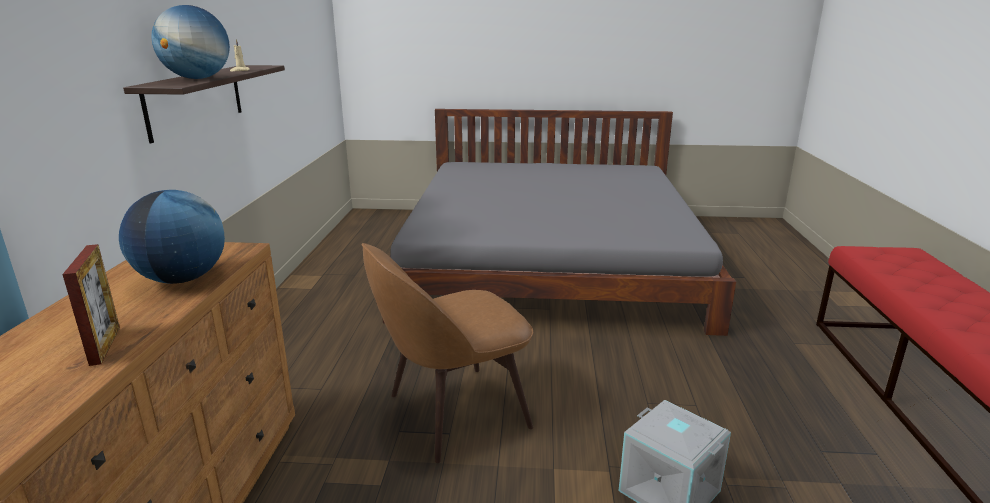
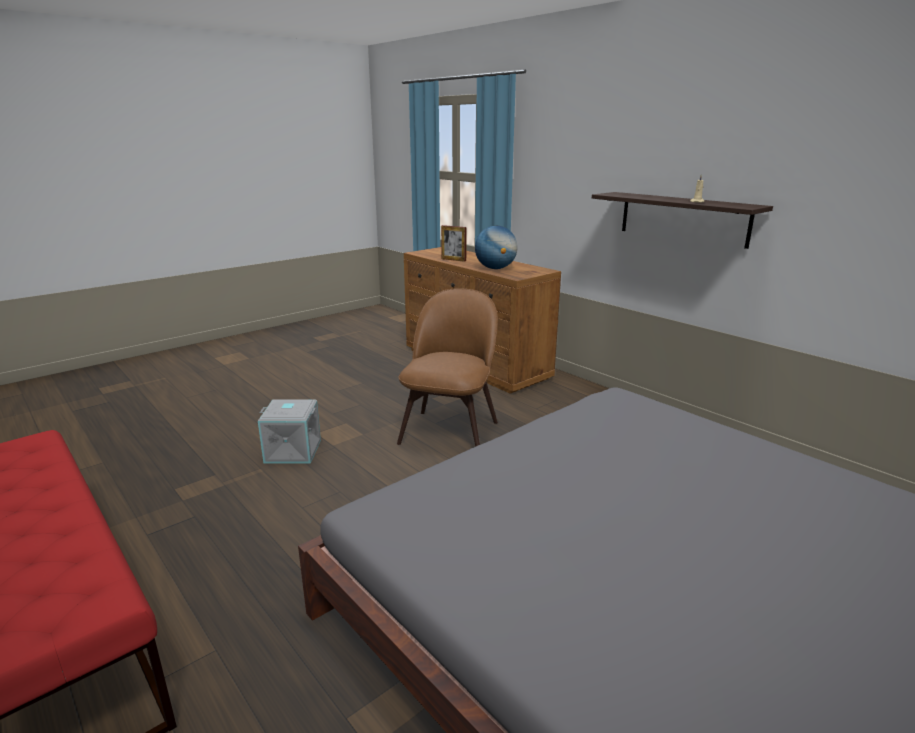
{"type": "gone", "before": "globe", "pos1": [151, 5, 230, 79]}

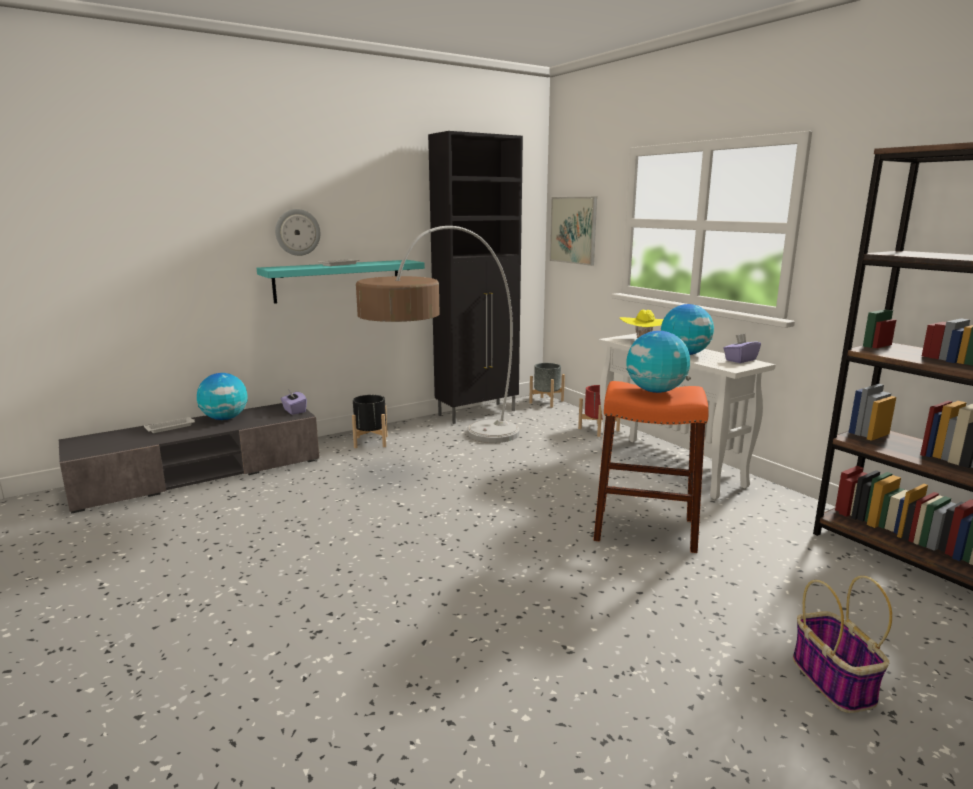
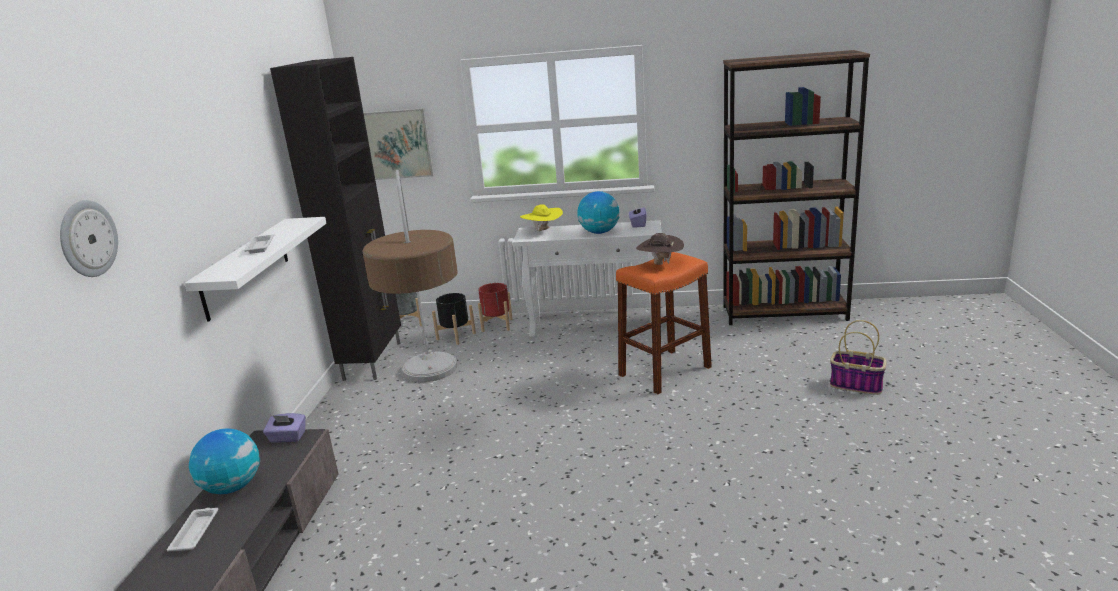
{"type": "shifted", "before": "wall clock", "pos1": [275, 209, 320, 256], "pos2": [60, 200, 118, 277]}
{"type": "shifted", "before": "black planter", "pos1": [352, 395, 388, 448], "pos2": [432, 293, 476, 345]}
{"type": "swapped", "before": "globe", "after": "brown hat", "pos1": [626, 331, 690, 393], "pos2": [636, 233, 684, 265]}
{"type": "repainted", "before": "turquoise shelf", "after": "white shelf", "pos1": [257, 260, 425, 304], "pos2": [184, 217, 327, 322]}

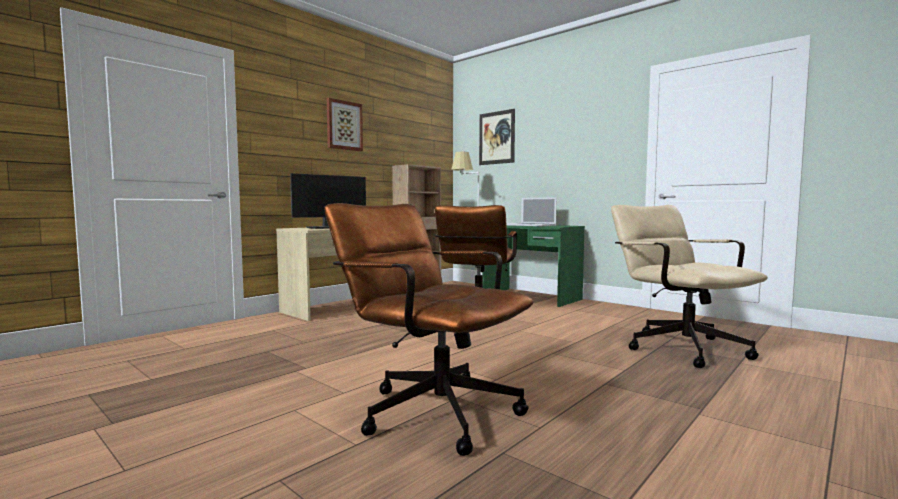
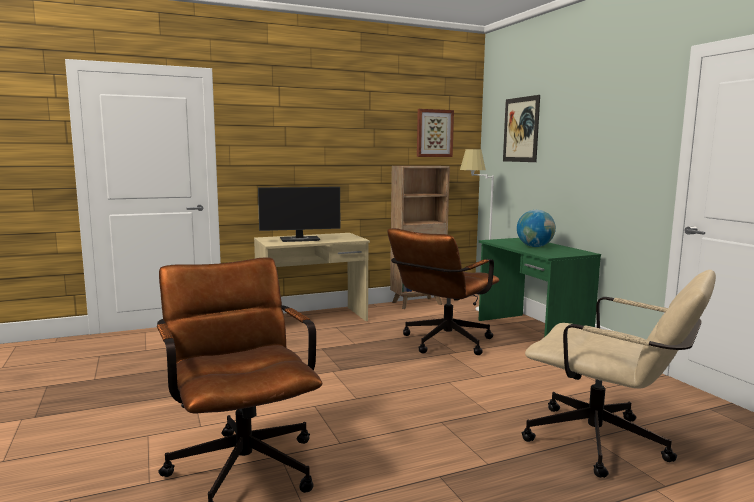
{"type": "shifted", "before": "picture", "pos1": [327, 98, 363, 151], "pos2": [417, 109, 454, 157]}
{"type": "swapped", "before": "laptop", "after": "globe", "pos1": [506, 197, 557, 226], "pos2": [517, 210, 556, 247]}
{"type": "rotated", "before": "beige office chair", "pos1": [611, 205, 768, 368], "pos2": [521, 270, 716, 478], "turn": 120}

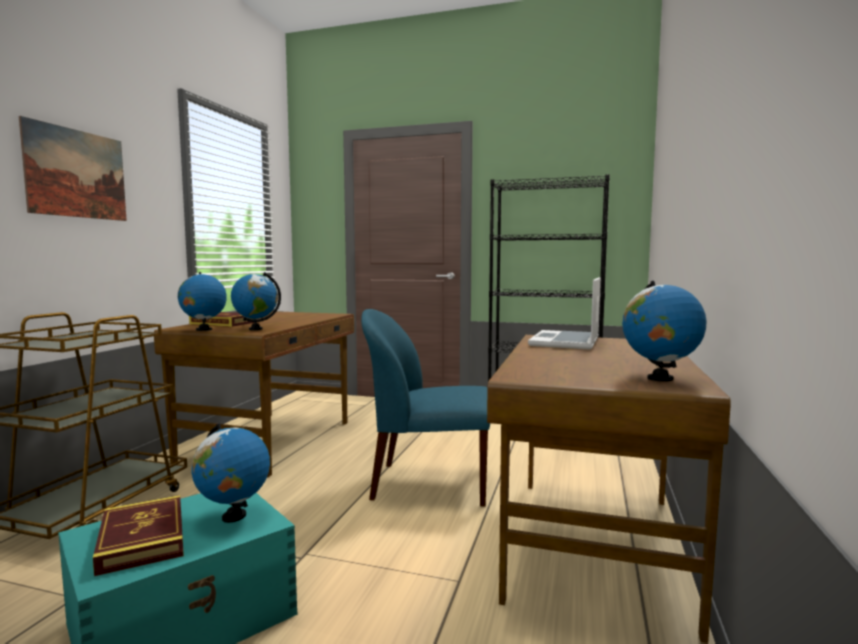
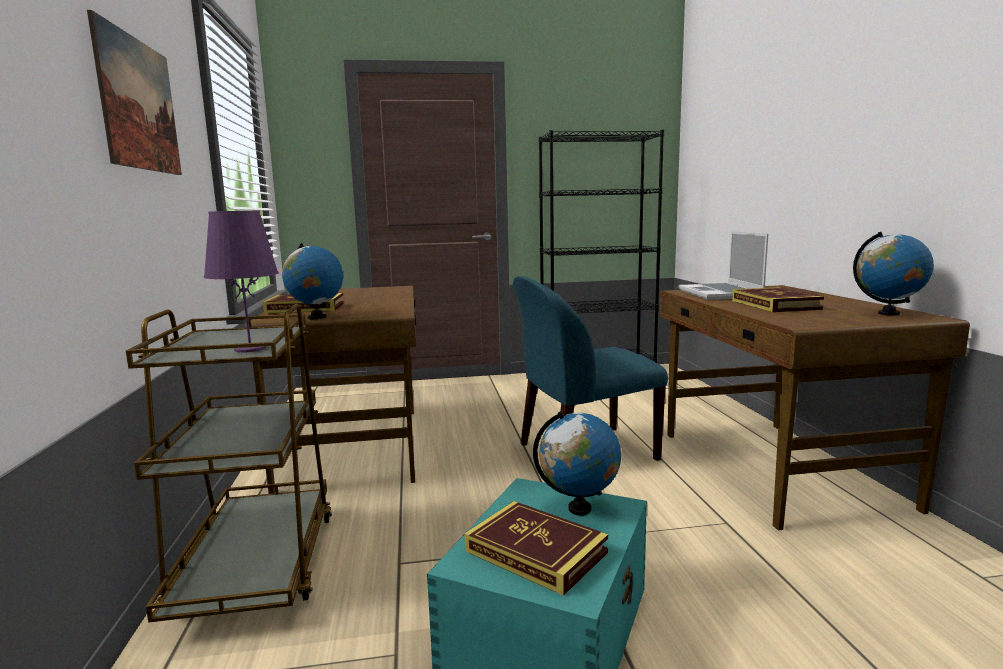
{"type": "gone", "before": "globe", "pos1": [231, 272, 281, 330]}
{"type": "new", "after": "purple table lamp", "pos2": [203, 211, 279, 353]}
{"type": "new", "after": "book", "pos2": [732, 287, 824, 312]}

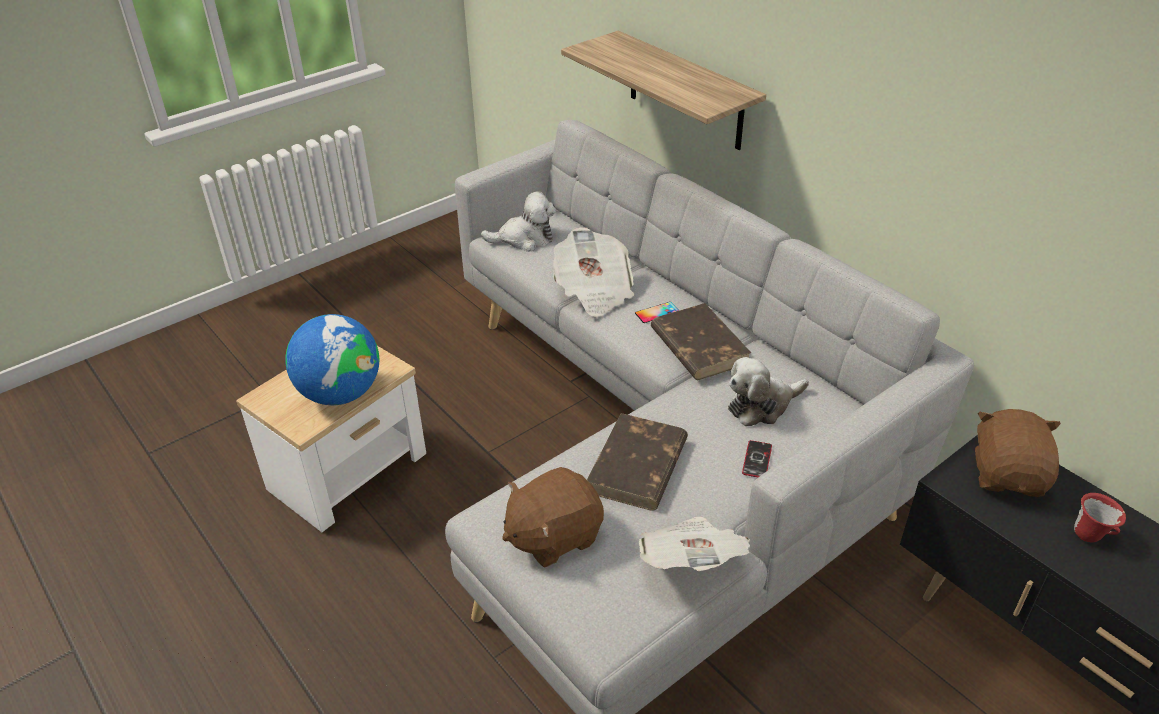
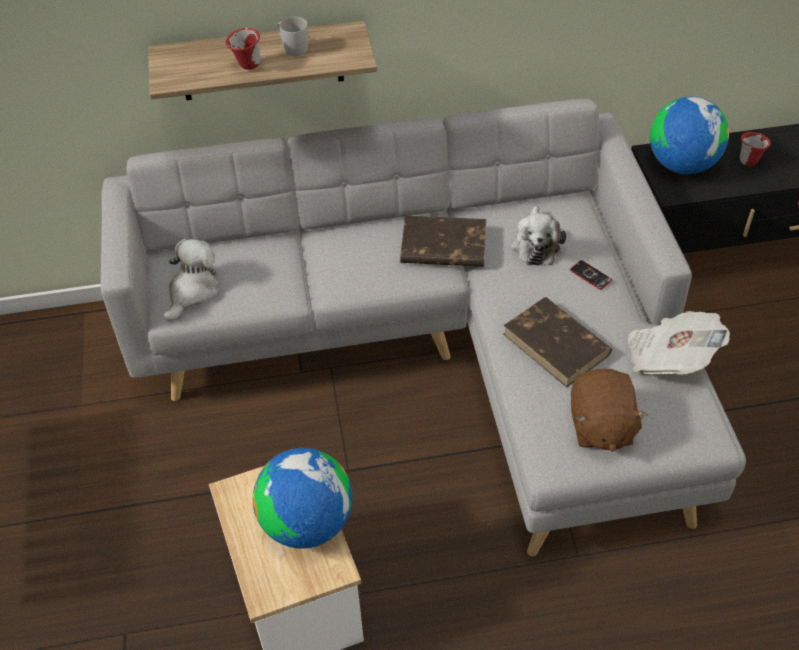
{"type": "gone", "before": "newspaper", "pos1": [553, 227, 634, 317]}
{"type": "gone", "before": "phone", "pos1": [635, 302, 679, 323]}
{"type": "new", "after": "red mug", "pos2": [226, 28, 261, 70]}
{"type": "new", "after": "white mug", "pos2": [277, 17, 308, 56]}
{"type": "swapped", "before": "brown plush toy", "after": "globe", "pos1": [975, 409, 1061, 497], "pos2": [650, 96, 729, 174]}

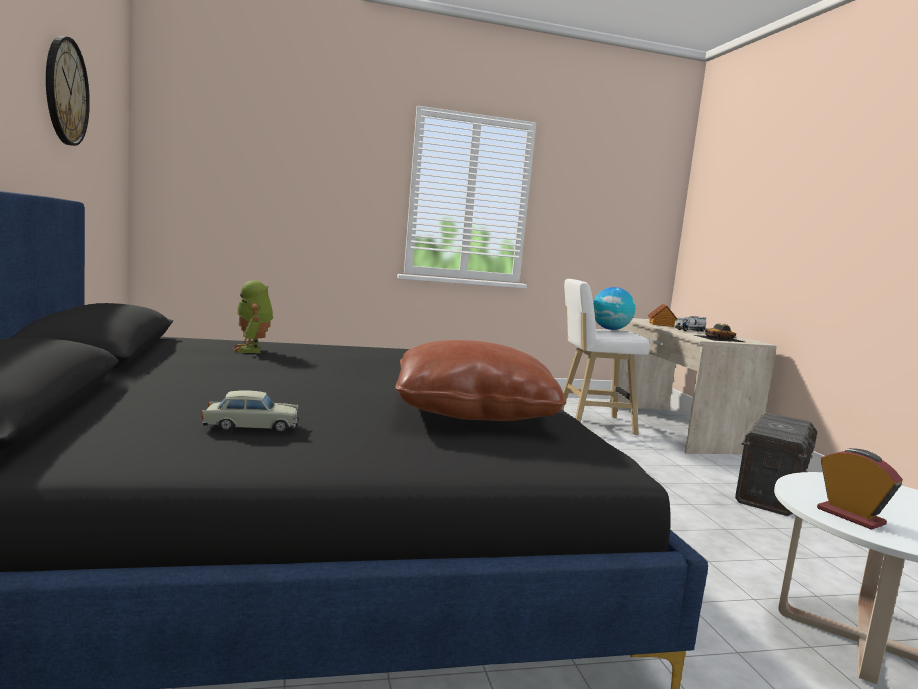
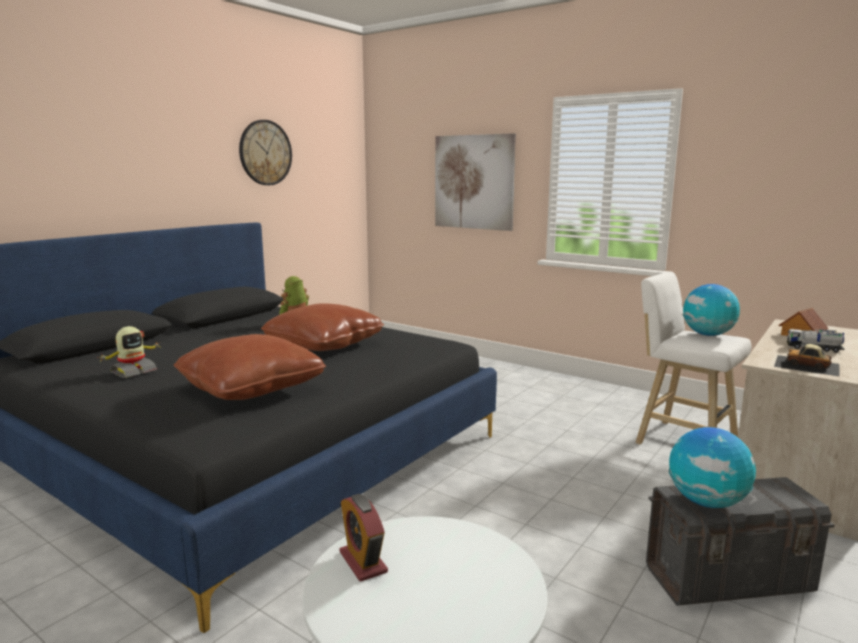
{"type": "new", "after": "brown pillow", "pos2": [261, 303, 384, 351]}
{"type": "new", "after": "picture", "pos2": [435, 133, 516, 231]}
{"type": "new", "after": "globe", "pos2": [669, 427, 756, 508]}
{"type": "swapped", "before": "beige toy car", "after": "toy robot", "pos1": [201, 390, 299, 433], "pos2": [97, 326, 161, 378]}
{"type": "rotated", "before": "alarm clock", "pos1": [817, 448, 903, 530], "pos2": [339, 494, 388, 582], "turn": 135}

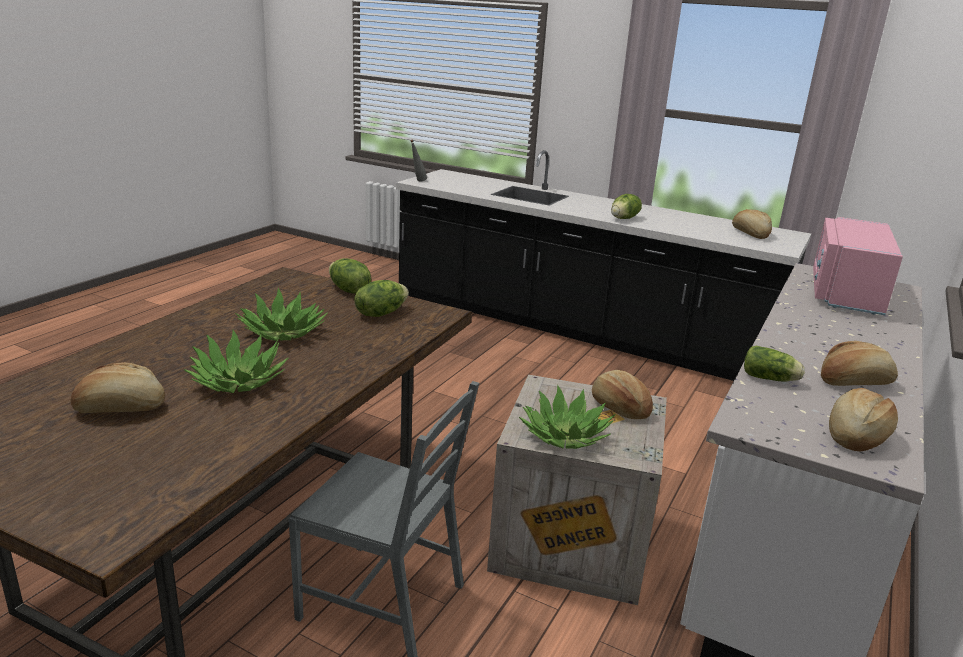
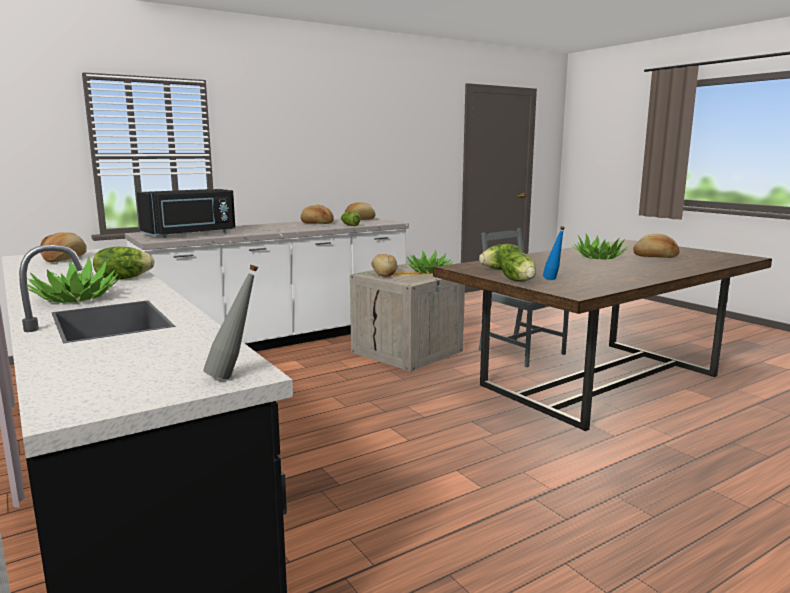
{"type": "new", "after": "blue bottle", "pos2": [543, 226, 565, 280]}
{"type": "shifted", "before": "potted plant", "pos1": [235, 288, 328, 341], "pos2": [27, 257, 121, 303]}
{"type": "repainted", "before": "pink microwave", "after": "black microwave", "pos1": [813, 217, 903, 315], "pos2": [137, 189, 235, 238]}

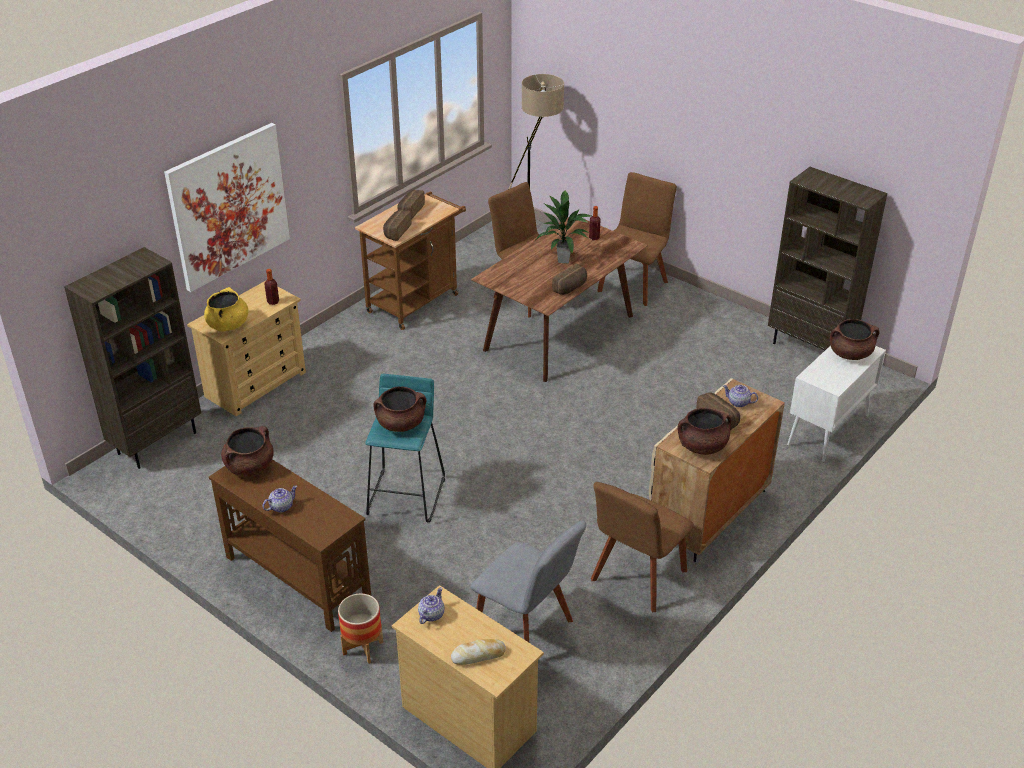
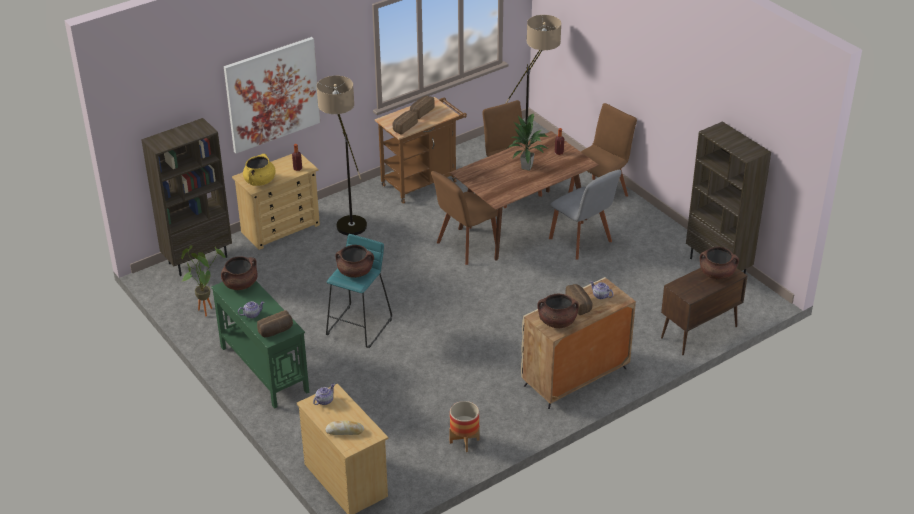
{"type": "new", "after": "potted plant", "pos2": [181, 245, 226, 316]}
{"type": "new", "after": "floor lamp", "pos2": [316, 76, 367, 235]}
{"type": "shifted", "before": "planter", "pos1": [338, 594, 383, 664], "pos2": [449, 401, 480, 452]}
{"type": "shifted", "before": "grey chair", "pos1": [471, 520, 586, 642], "pos2": [549, 170, 621, 260]}
{"type": "shifted", "before": "bread", "pos1": [552, 263, 587, 295], "pos2": [257, 310, 293, 337]}
{"type": "shifted", "before": "brown chair", "pos1": [591, 482, 694, 612], "pos2": [431, 171, 497, 265]}
{"type": "repainted", "before": "brown console table", "after": "green console table", "pos1": [209, 459, 371, 632], "pos2": [211, 281, 309, 408]}
{"type": "repainted", "before": "white cabinet", "after": "brown cabinet", "pos1": [787, 345, 886, 462], "pos2": [661, 268, 747, 355]}

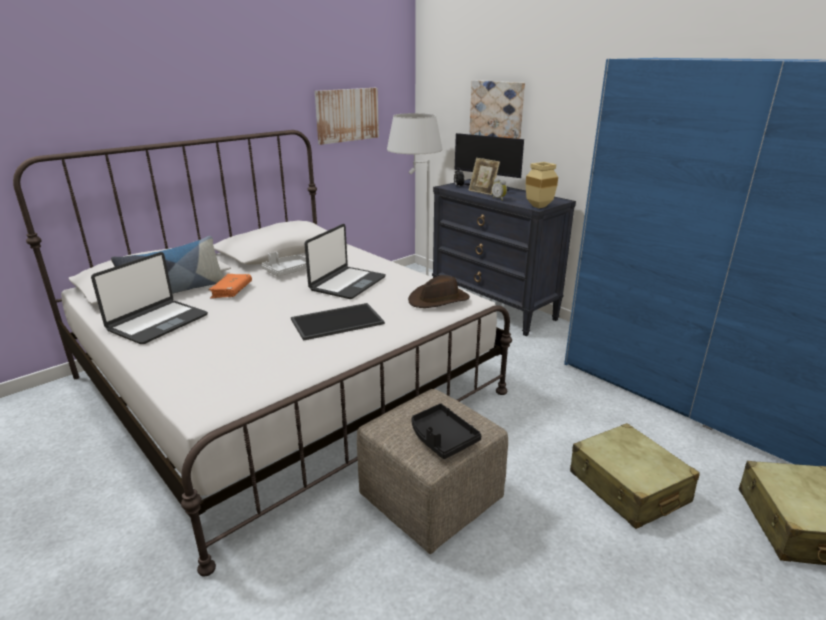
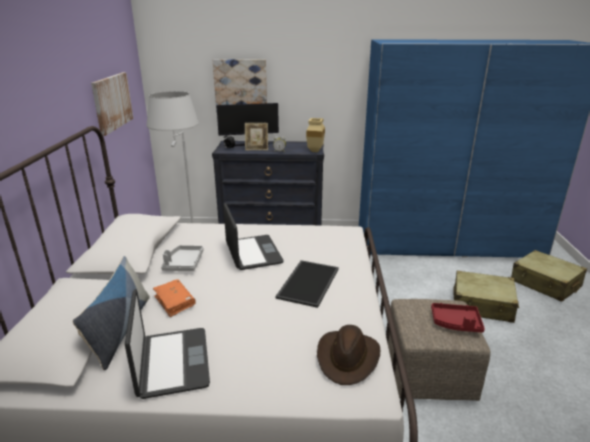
{"type": "shifted", "before": "brown hat", "pos1": [408, 275, 470, 308], "pos2": [317, 325, 380, 385]}
{"type": "repainted", "before": "black tray", "after": "red tray", "pos1": [411, 404, 482, 459], "pos2": [431, 303, 485, 333]}

